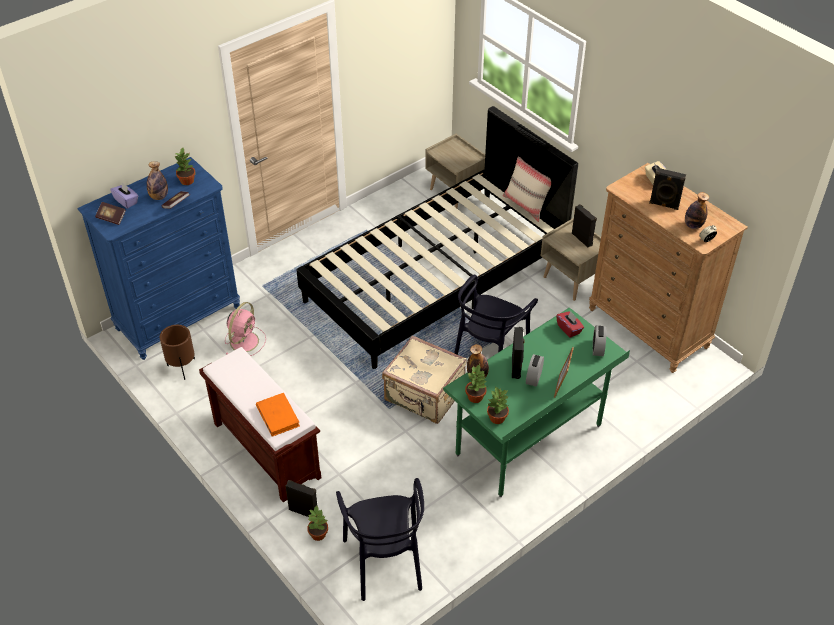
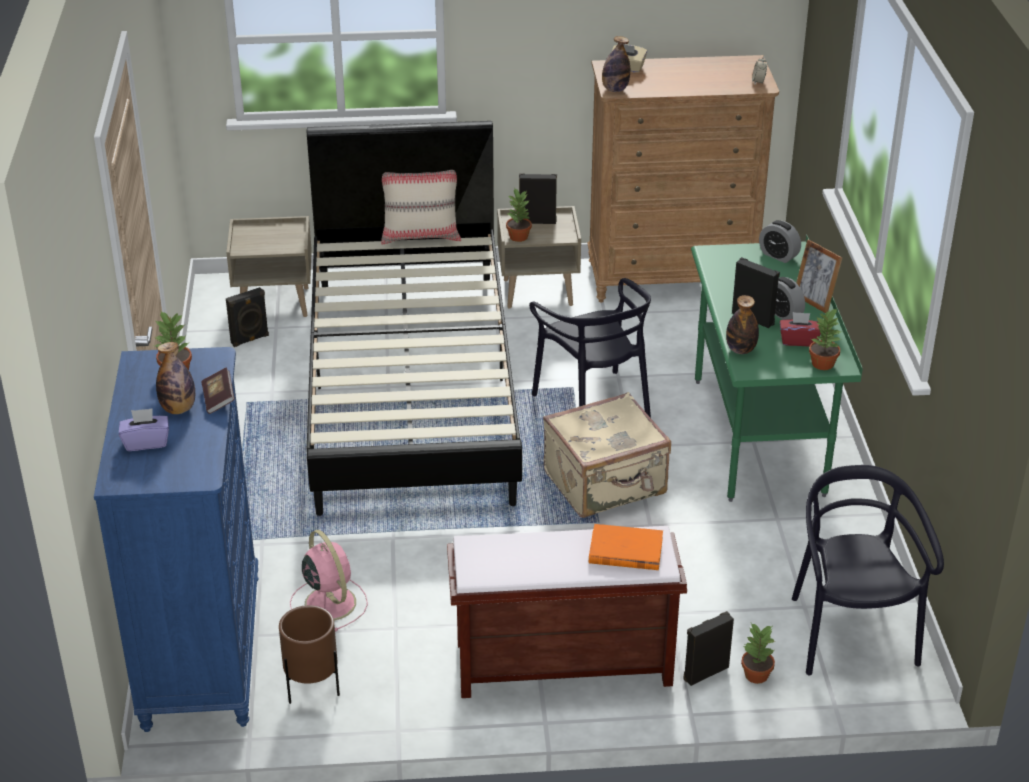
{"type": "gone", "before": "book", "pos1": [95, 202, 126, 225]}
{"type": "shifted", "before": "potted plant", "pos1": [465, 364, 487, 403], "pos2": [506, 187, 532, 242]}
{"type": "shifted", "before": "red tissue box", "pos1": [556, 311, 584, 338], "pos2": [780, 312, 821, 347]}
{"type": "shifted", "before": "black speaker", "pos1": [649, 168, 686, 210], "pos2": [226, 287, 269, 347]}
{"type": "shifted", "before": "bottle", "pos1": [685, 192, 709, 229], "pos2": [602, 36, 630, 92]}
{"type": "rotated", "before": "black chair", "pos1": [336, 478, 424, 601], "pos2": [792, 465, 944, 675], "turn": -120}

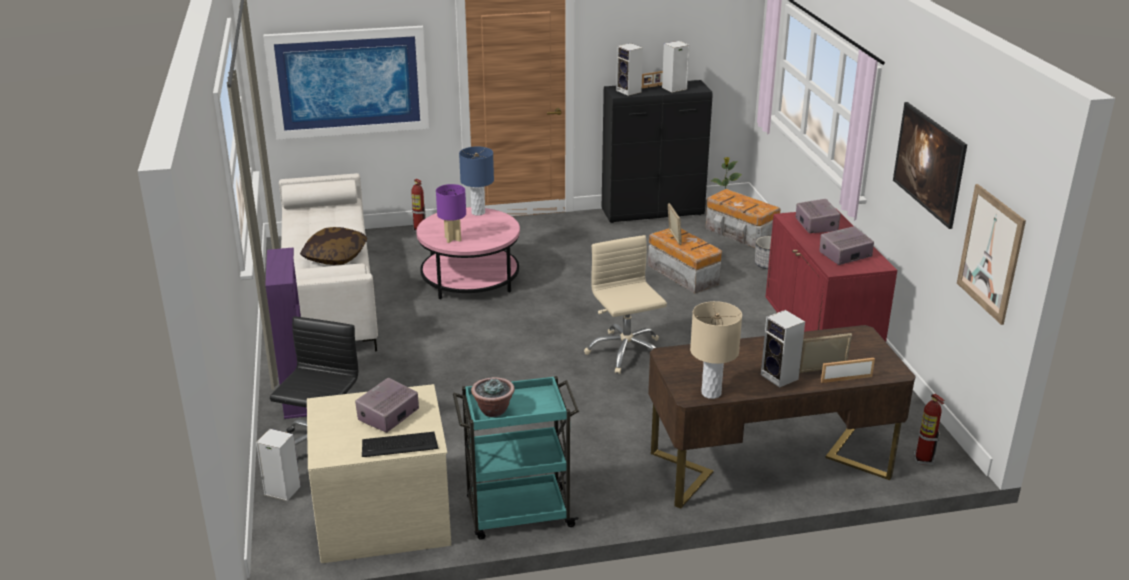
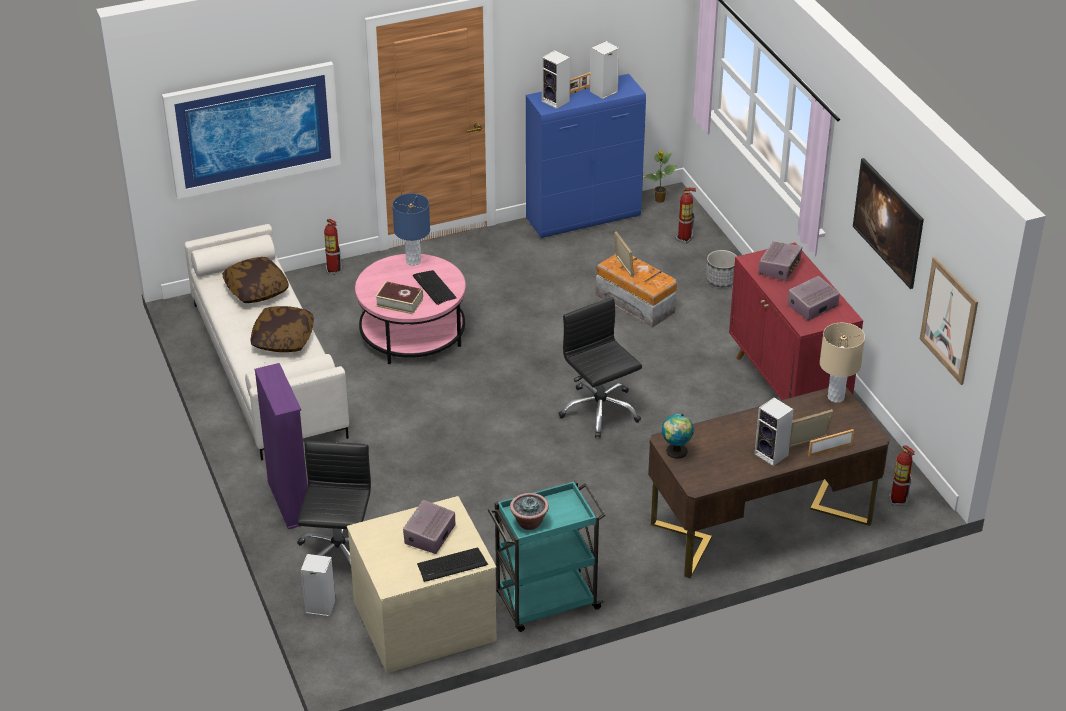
{"type": "new", "after": "pillow", "pos2": [223, 257, 289, 303]}
{"type": "new", "after": "keyboard", "pos2": [413, 270, 457, 305]}
{"type": "new", "after": "globe", "pos2": [662, 414, 694, 459]}
{"type": "shifted", "before": "beige table lamp", "pos1": [690, 301, 742, 399], "pos2": [820, 323, 865, 403]}
{"type": "swapped", "before": "purple table lamp", "after": "book", "pos1": [436, 184, 466, 243], "pos2": [375, 281, 423, 314]}
{"type": "swapped", "before": "storage box", "after": "fire extinguisher", "pos1": [706, 189, 781, 248], "pos2": [675, 188, 696, 244]}
{"type": "repainted", "before": "beige office chair", "after": "black office chair", "pos1": [584, 235, 667, 374], "pos2": [558, 297, 642, 438]}
{"type": "repainted", "before": "black cabinet", "after": "blue cabinet", "pos1": [602, 80, 712, 223], "pos2": [526, 74, 646, 238]}
{"type": "rotated", "before": "radio", "pos1": [795, 199, 841, 233], "pos2": [758, 241, 802, 281], "turn": 45}

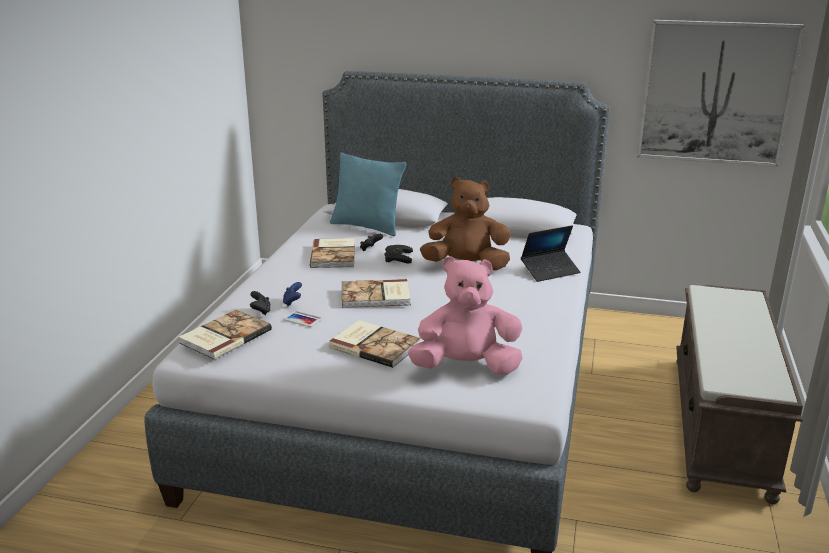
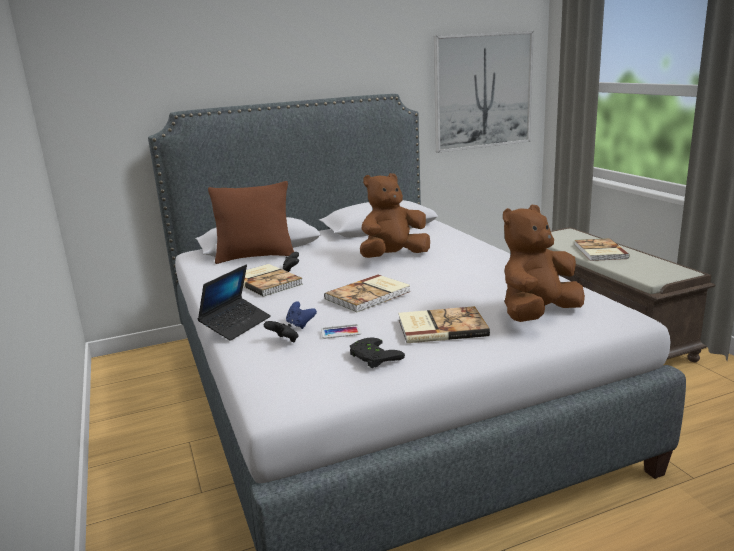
{"type": "shifted", "before": "book", "pos1": [179, 310, 272, 359], "pos2": [575, 238, 630, 261]}
{"type": "shifted", "before": "black game controller", "pos1": [385, 245, 413, 264], "pos2": [350, 338, 405, 368]}
{"type": "shifted", "before": "laptop", "pos1": [521, 225, 580, 282], "pos2": [197, 265, 271, 341]}
{"type": "repainted", "before": "turquoise pillow", "after": "brown pillow", "pos1": [330, 152, 406, 236], "pos2": [208, 181, 294, 264]}
{"type": "repainted", "before": "pink plush toy", "after": "brown plush toy", "pos1": [408, 256, 523, 375], "pos2": [503, 205, 585, 322]}

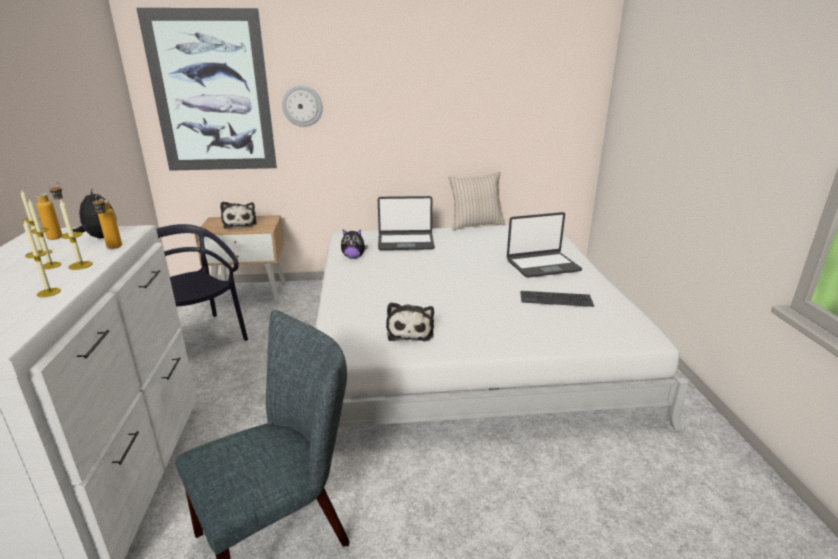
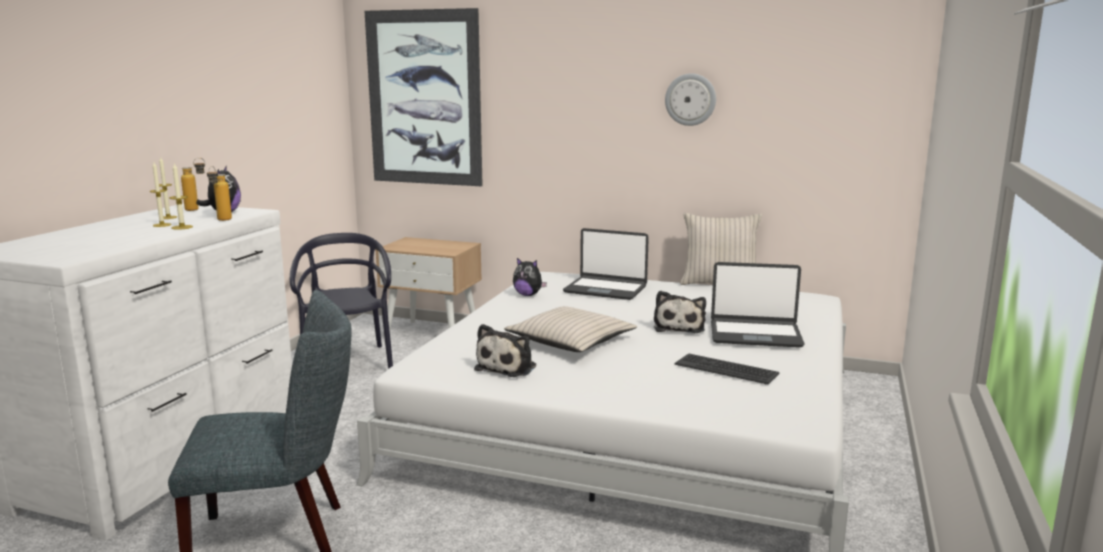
{"type": "gone", "before": "candle", "pos1": [23, 220, 61, 298]}
{"type": "new", "after": "beige pillow", "pos2": [504, 306, 637, 352]}
{"type": "shifted", "before": "plush toy", "pos1": [220, 201, 257, 229], "pos2": [654, 291, 706, 333]}
{"type": "shifted", "before": "wall clock", "pos1": [282, 85, 323, 127], "pos2": [665, 73, 716, 126]}

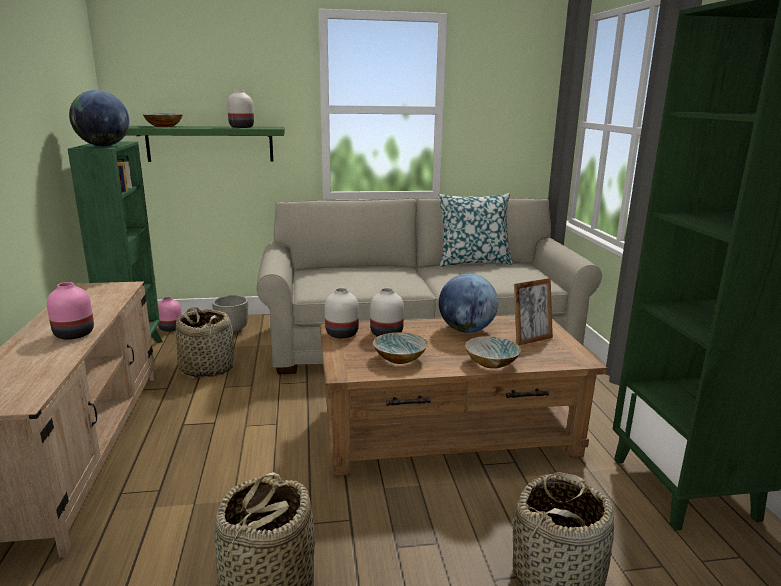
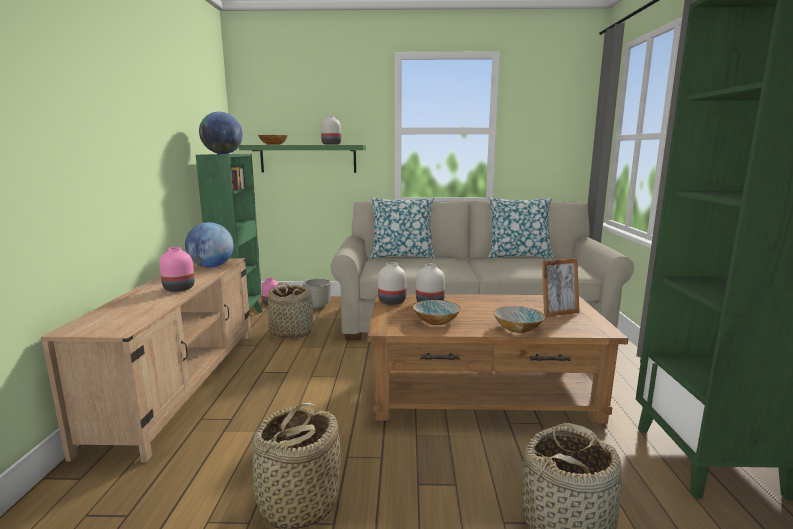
{"type": "new", "after": "pillow", "pos2": [370, 197, 435, 259]}
{"type": "shifted", "before": "globe", "pos1": [439, 274, 498, 333], "pos2": [185, 222, 234, 268]}

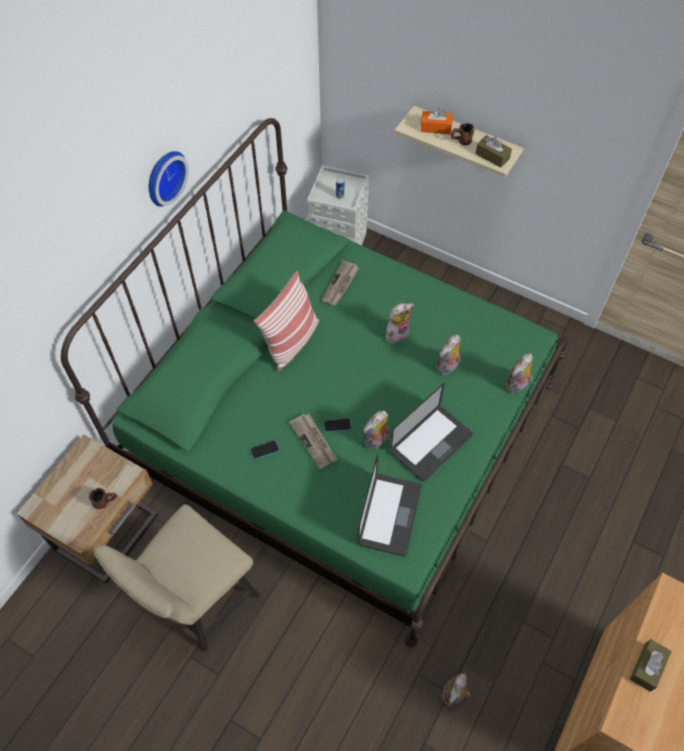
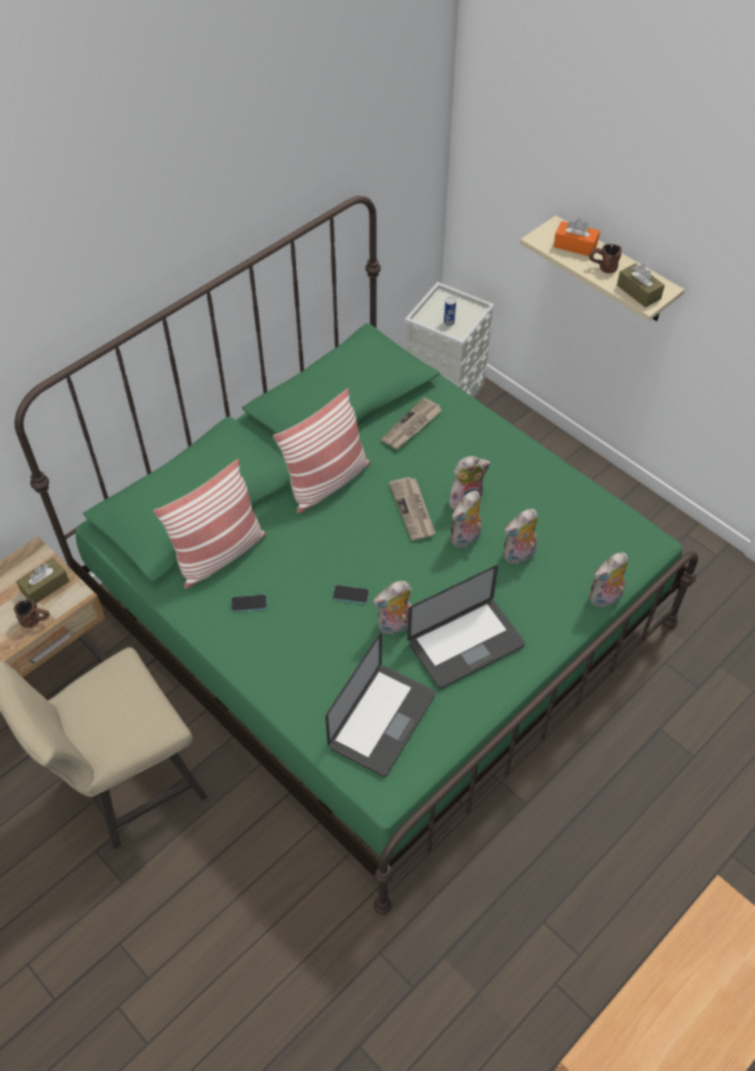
{"type": "gone", "before": "wall clock", "pos1": [149, 151, 189, 206]}
{"type": "new", "after": "pillow", "pos2": [153, 459, 266, 589]}
{"type": "shifted", "before": "newspaper", "pos1": [289, 414, 337, 469], "pos2": [389, 477, 436, 541]}
{"type": "shifted", "before": "plush toy", "pos1": [442, 674, 470, 706], "pos2": [450, 490, 482, 548]}
{"type": "shifted", "before": "brown tissue box", "pos1": [630, 639, 672, 692], "pos2": [16, 558, 69, 603]}

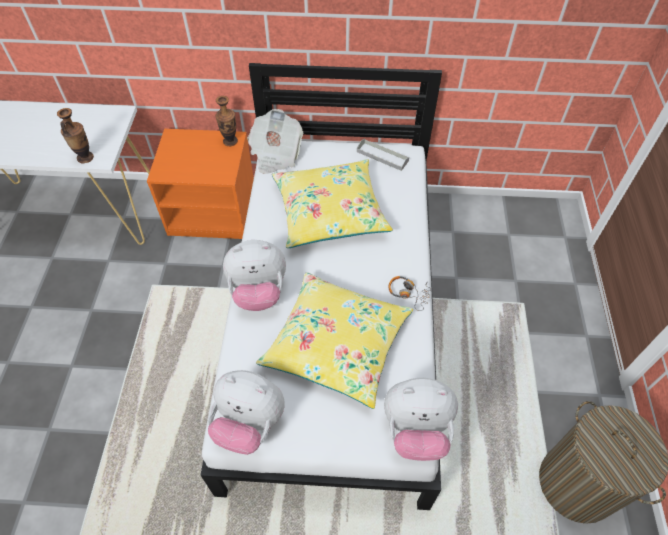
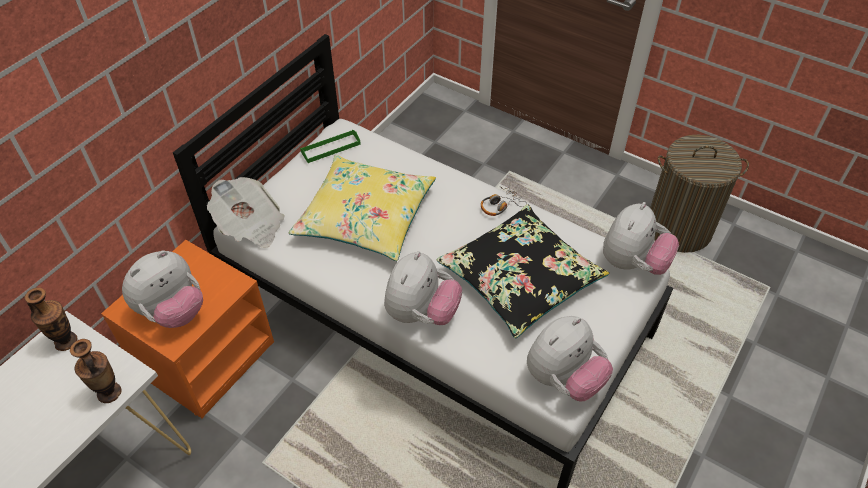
{"type": "new", "after": "plush toy", "pos2": [122, 250, 203, 328]}
{"type": "shifted", "before": "vase", "pos1": [216, 96, 238, 146], "pos2": [25, 287, 77, 351]}
{"type": "repainted", "before": "yellow pillow", "after": "black pillow", "pos1": [256, 272, 413, 409], "pos2": [436, 204, 610, 338]}
{"type": "repainted", "before": "grey tray", "after": "green tray", "pos1": [357, 139, 409, 171], "pos2": [300, 130, 361, 163]}

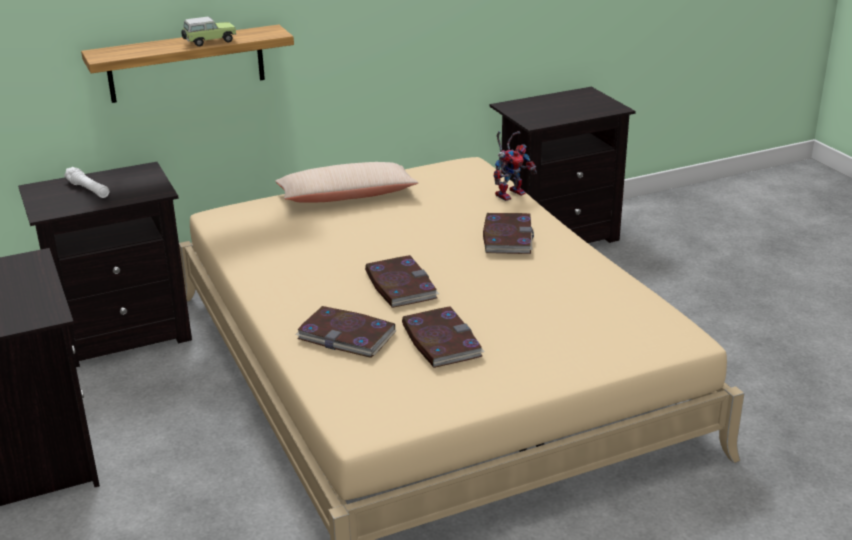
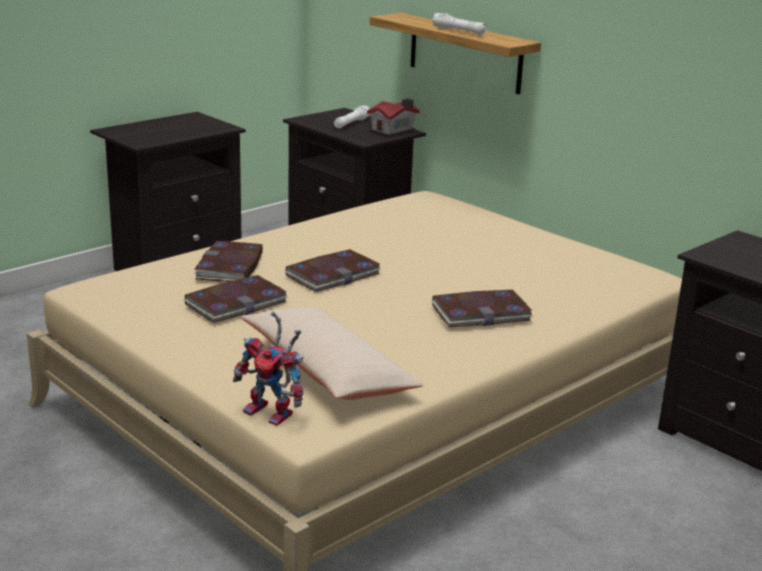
{"type": "new", "after": "toy house", "pos2": [367, 98, 420, 137]}
{"type": "shifted", "before": "beige pillow", "pos1": [276, 162, 419, 202], "pos2": [241, 307, 423, 400]}
{"type": "shifted", "before": "toy robot", "pos1": [494, 131, 537, 201], "pos2": [233, 311, 304, 426]}
{"type": "swapped", "before": "toy car", "after": "white flashlight", "pos1": [181, 17, 236, 47], "pos2": [432, 13, 487, 35]}

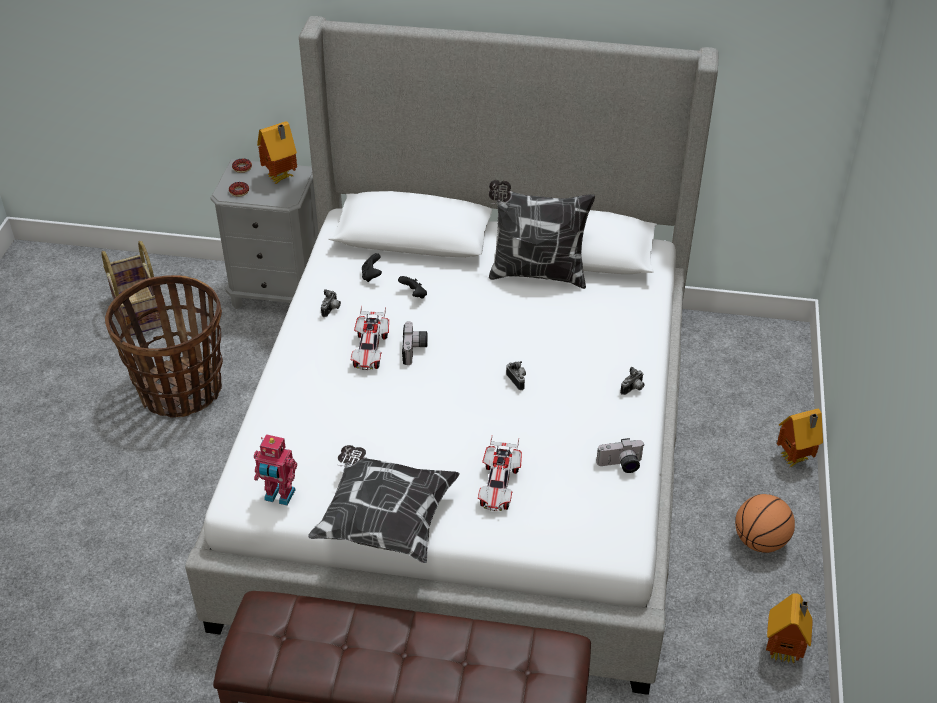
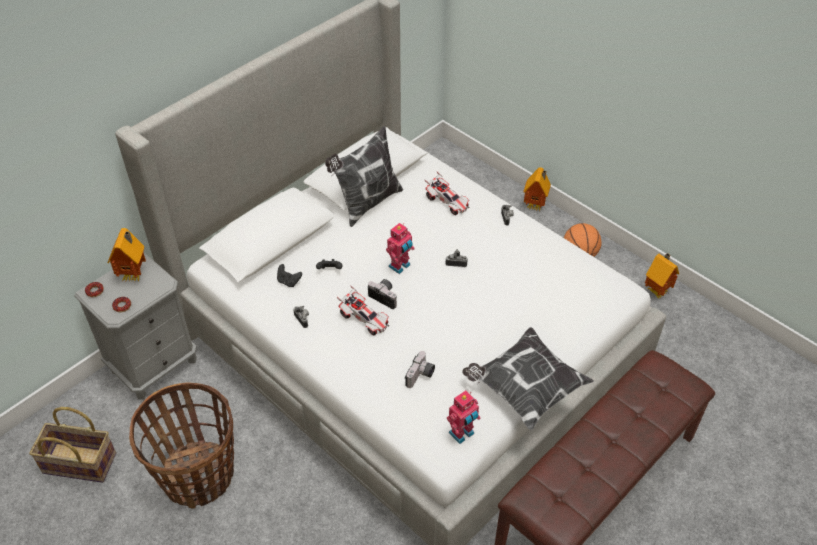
{"type": "new", "after": "toy robot", "pos2": [386, 223, 414, 274]}
{"type": "shifted", "before": "toy car", "pos1": [478, 436, 522, 511], "pos2": [424, 172, 469, 215]}
{"type": "shifted", "before": "photo camera", "pos1": [597, 438, 645, 473], "pos2": [405, 351, 435, 388]}

